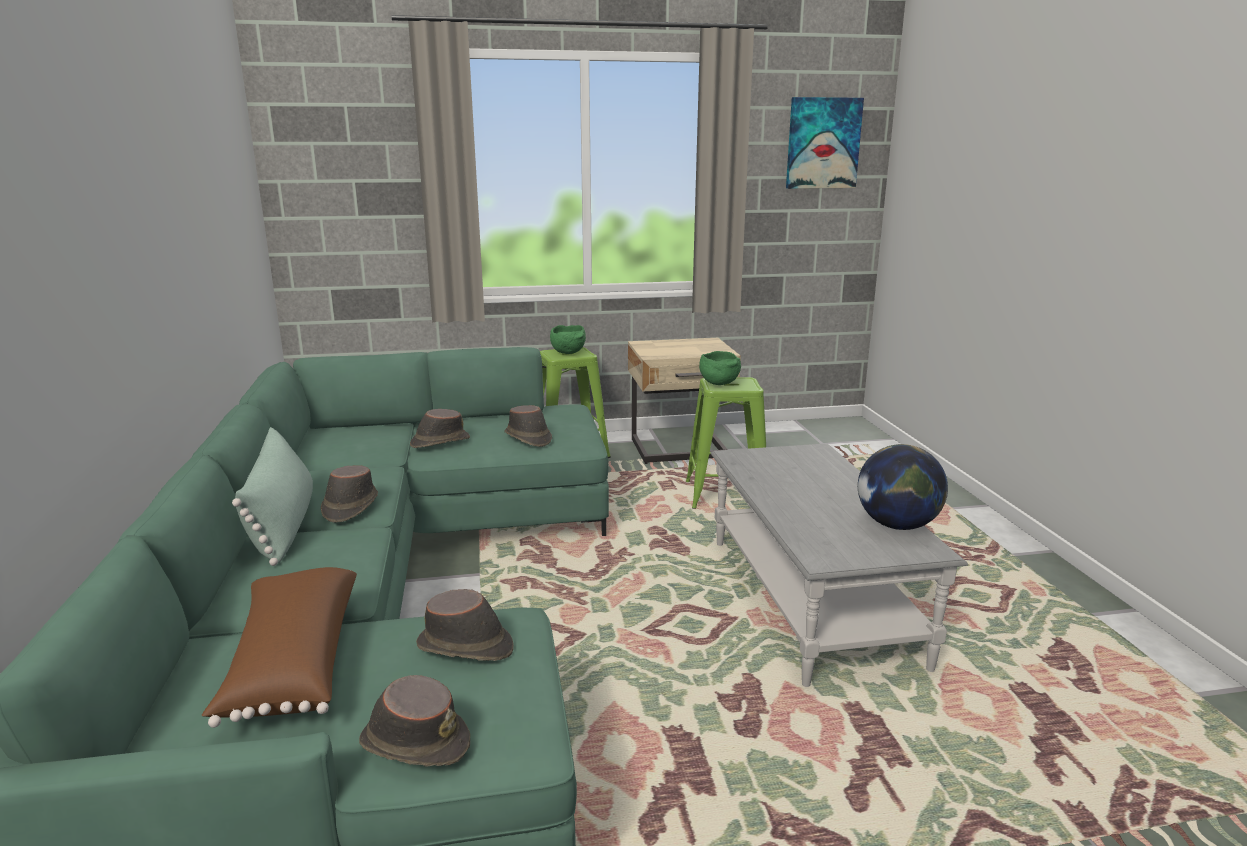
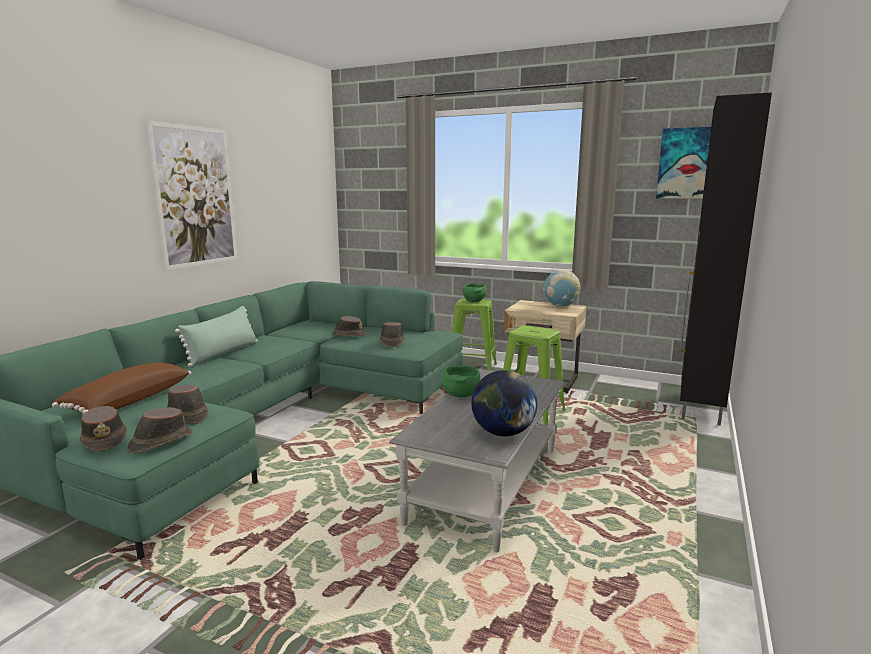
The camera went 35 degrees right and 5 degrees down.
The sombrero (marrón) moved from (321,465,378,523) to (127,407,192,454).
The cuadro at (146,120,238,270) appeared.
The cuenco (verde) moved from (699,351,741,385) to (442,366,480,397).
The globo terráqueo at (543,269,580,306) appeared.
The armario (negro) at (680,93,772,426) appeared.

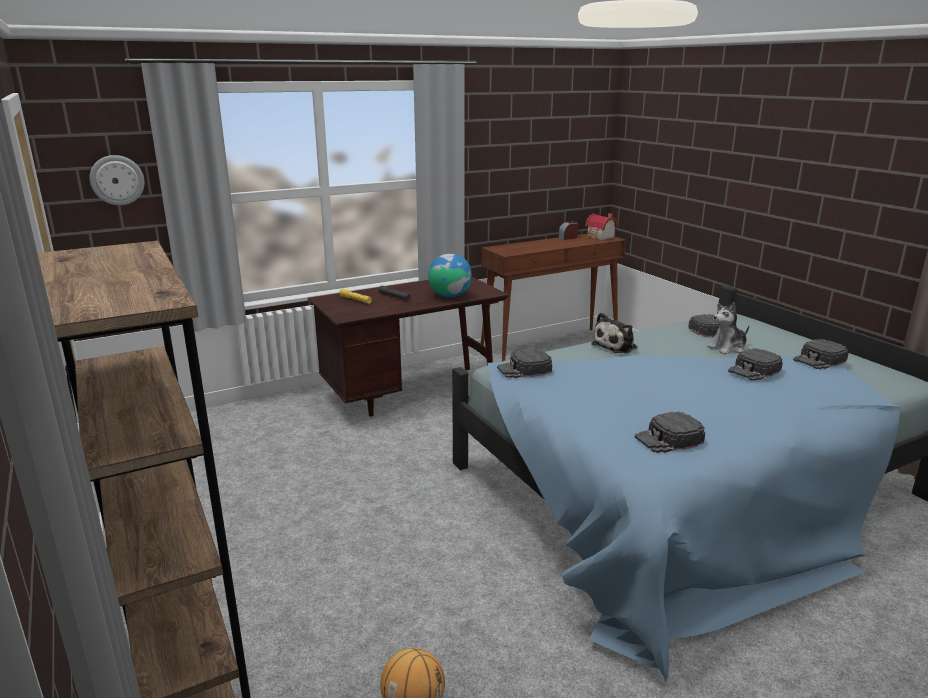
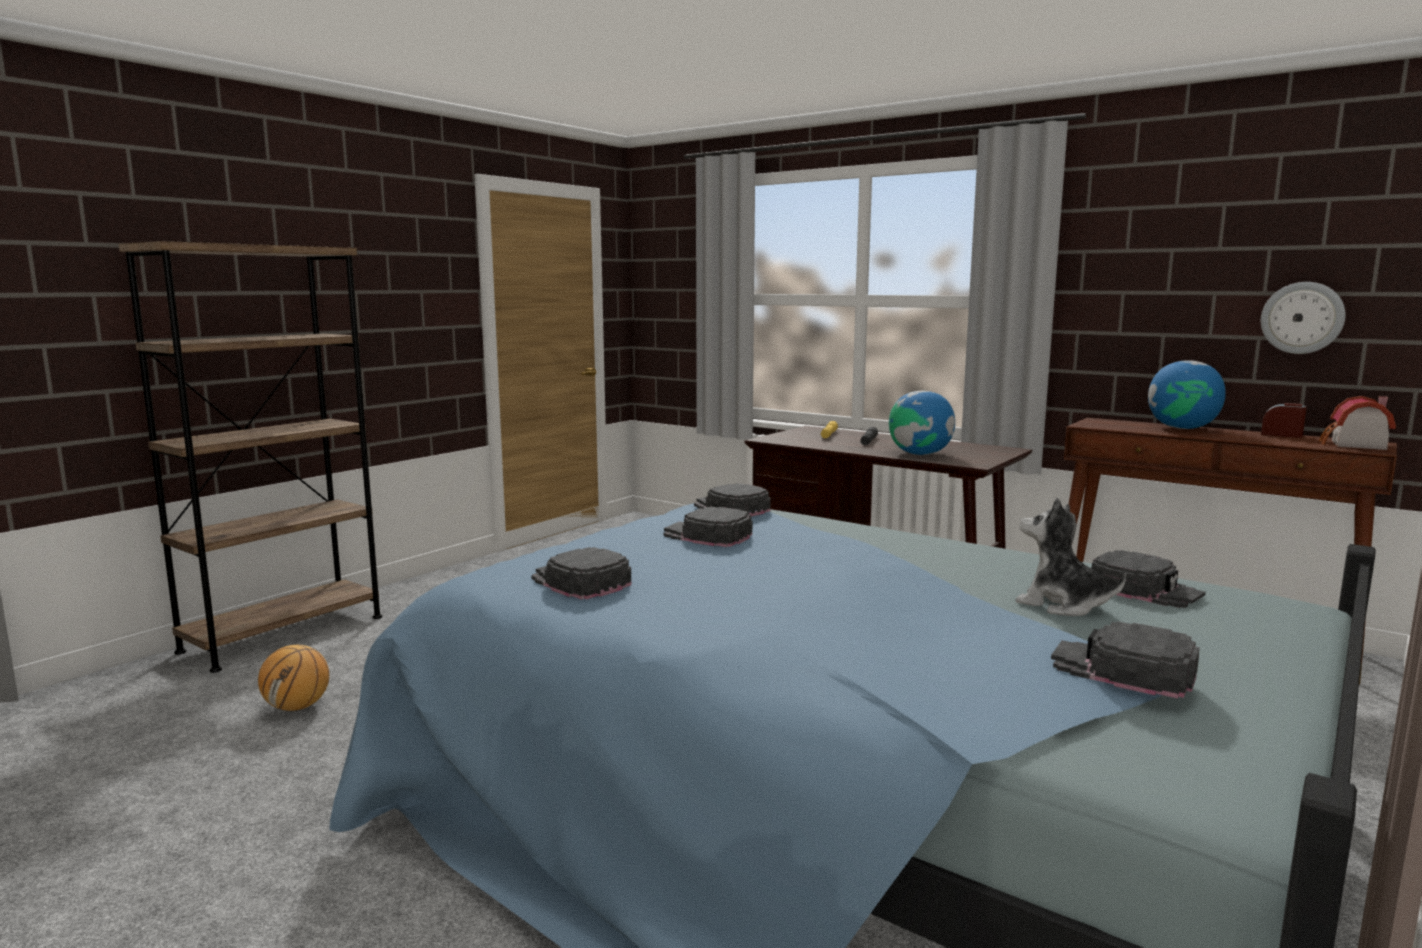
The camera went 65 degrees right and 10 degrees down.
The gorra (negro) moved from (728,348,783,381) to (663,507,752,547).
The globo terráqueo at (1148,360,1226,429) appeared.
The reloj de pared moved from (90,155,145,205) to (1261,282,1346,354).
The peluche at (591,313,638,354) disappeared.

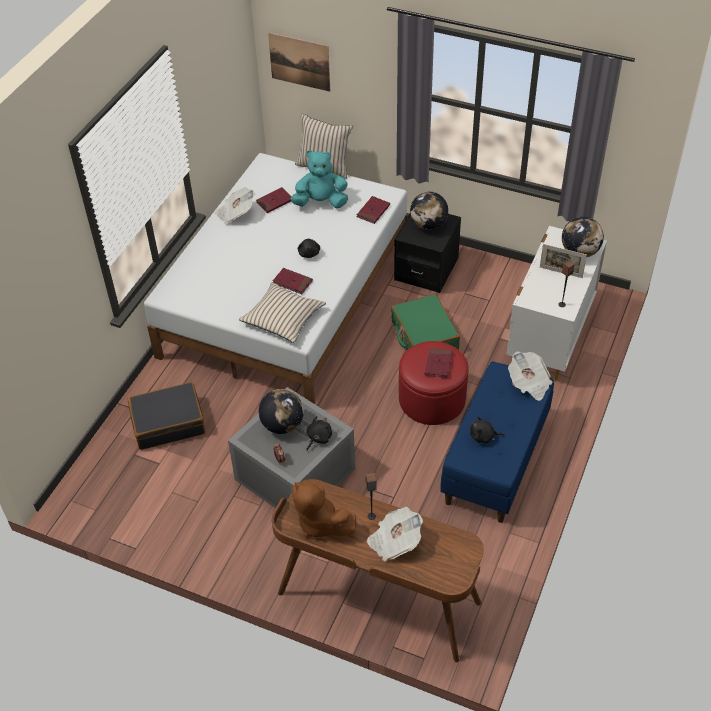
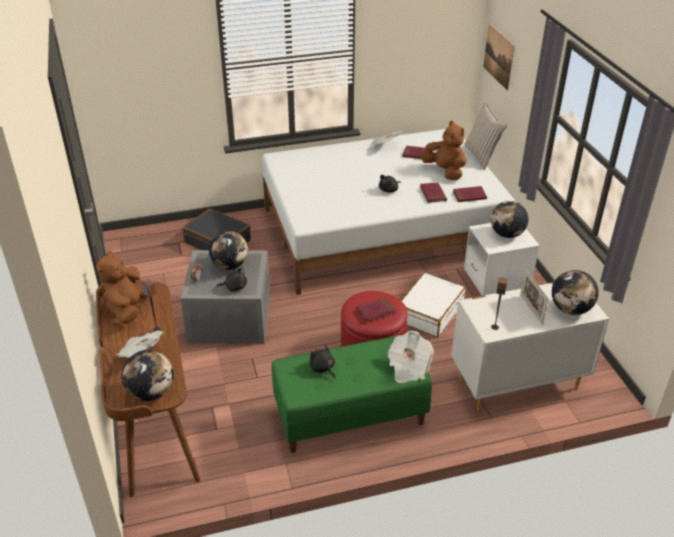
The camera went 50 degrees right and 10 degrees down.
The globo terráqueo at (121,350,174,401) appeared.
The banco (azul) at (440,361,554,523) became the banco (verde) at (271,336,432,453).
The maleta (verde) at (391,294,460,350) became the maleta (blanco) at (401,273,465,337).
The peluche (turquesa) at (291,150,348,208) became the peluche (marrón) at (420,121,467,180).
The libro (rojo) moved from (273,268,313,294) to (420,182,447,203).
The mesita de noche (negro) at (394,214,461,293) became the mesita de noche (blanco) at (464,223,540,296).
The cojín (beis) at (239,282,326,343) disappeared.

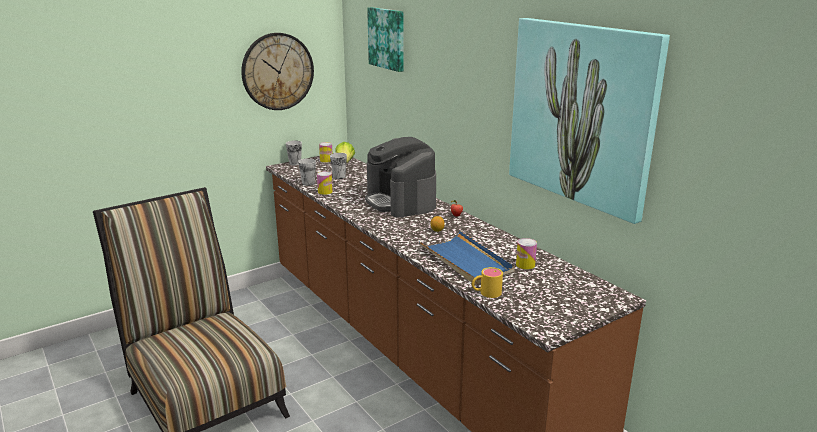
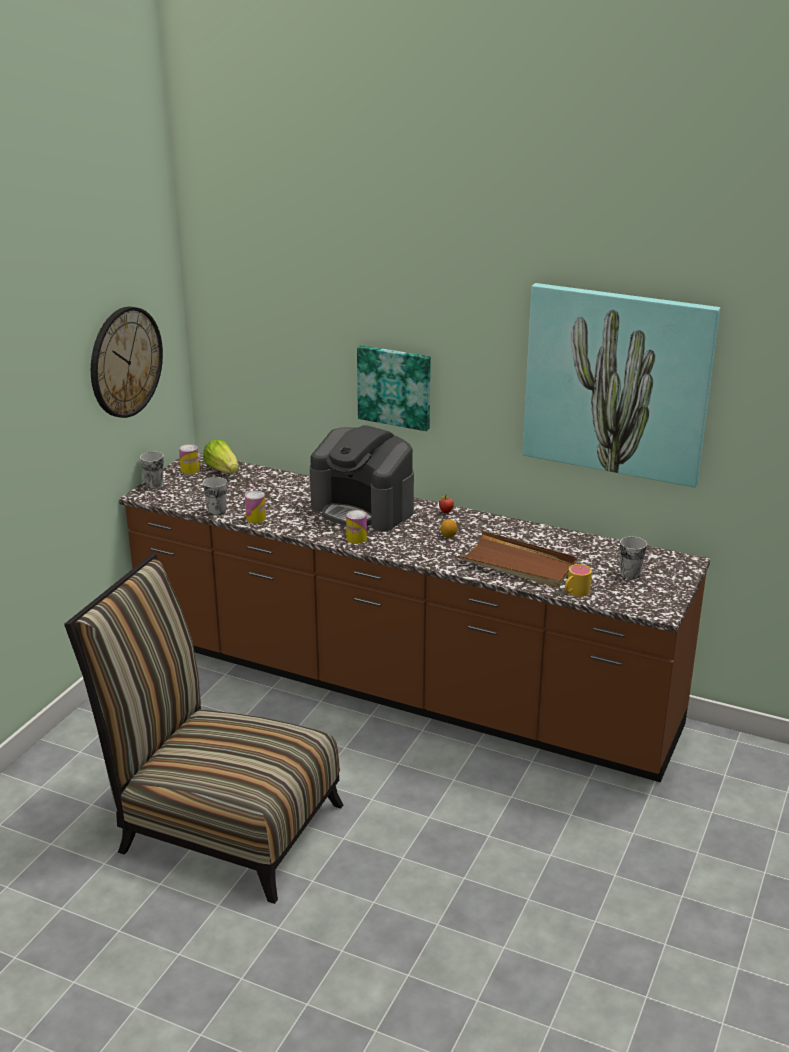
The camera went 30 degrees left and 5 degrees up.
The lata moved from (516,238,537,270) to (346,510,367,544).
The cuadro moved from (367,7,404,72) to (357,345,431,431).
The bandeja (azul) at (419,231,515,285) became the bandeja (marrón) at (458,531,578,588).
The taza moved from (330,153,347,179) to (620,537,647,579).

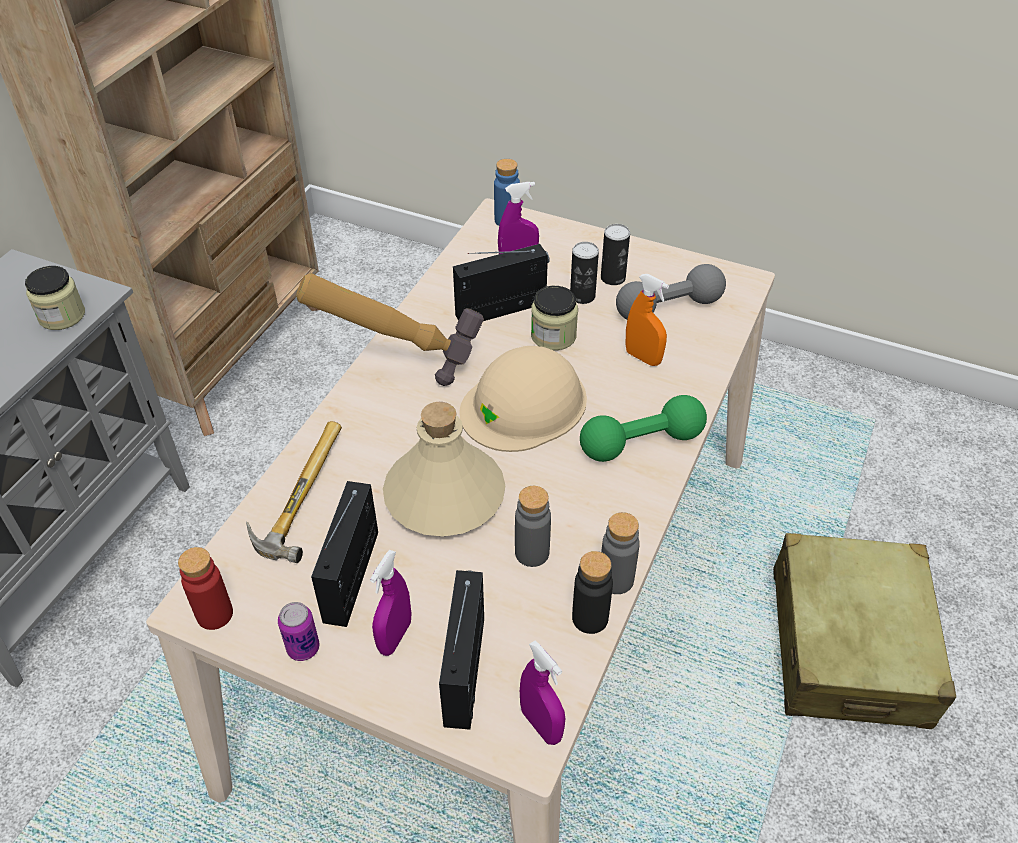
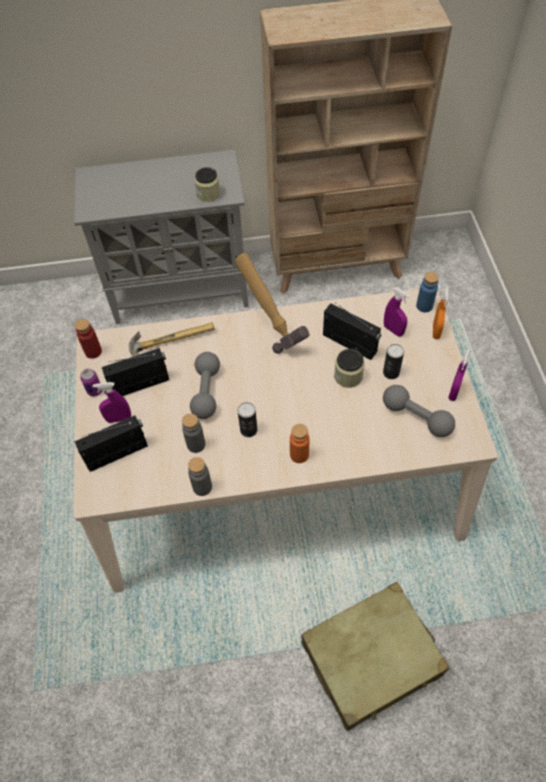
The camera went 60 degrees right and 10 degrees up.
The botella (beis) at (383,402,505,537) was replaced by the mancuerna (gris) at (190,352,220,419).
The lata moved from (601,224,630,285) to (238,402,257,437).
The mancuerna (verde) at (580,395,707,462) was replaced by the botella (naranja) at (290,424,309,463).
The pulverizador (naranja) moved from (626,274,669,366) to (433,287,449,339).
The pulverizador (morado) moved from (520,640,565,745) to (448,349,470,401).
The casco (beis) at (459,346,587,452) disappeared.
The botella (negro) at (572,551,613,634) disappeared.

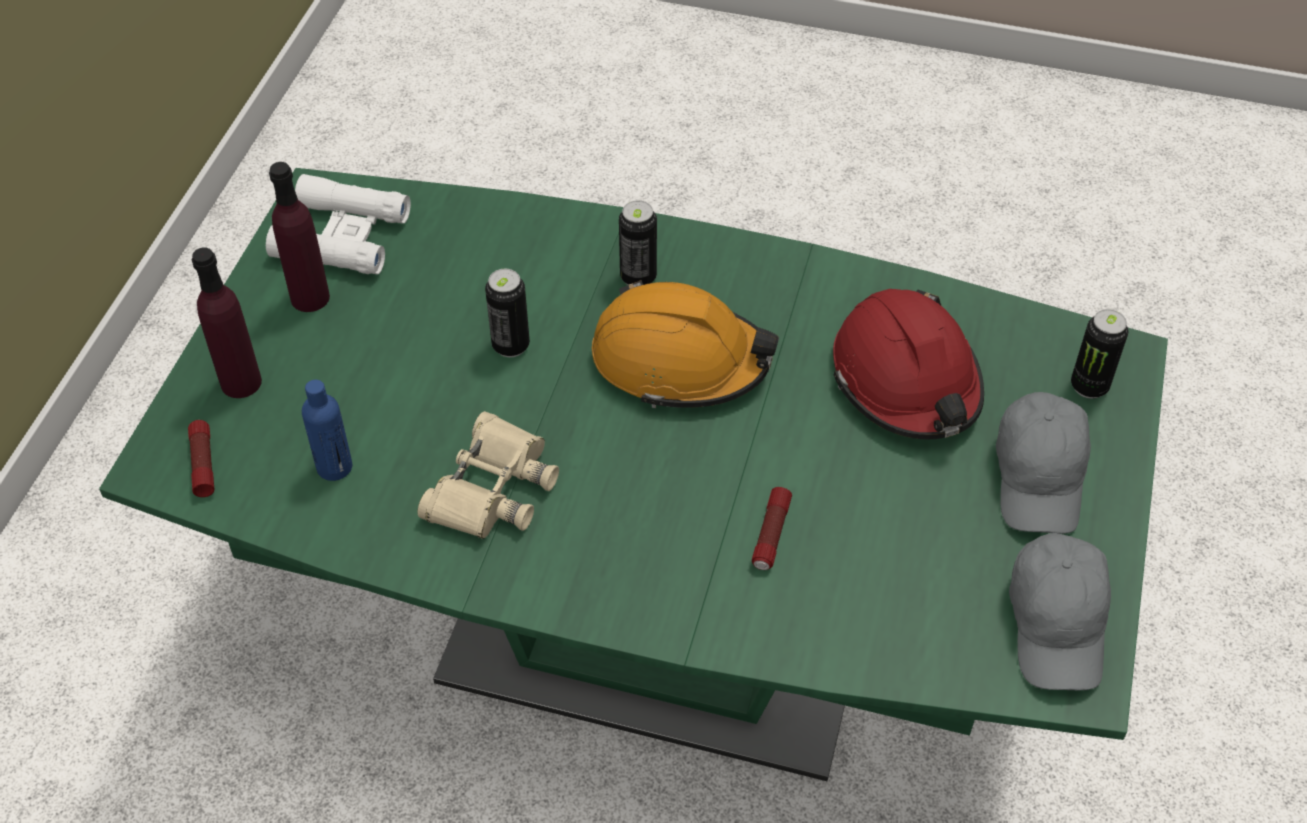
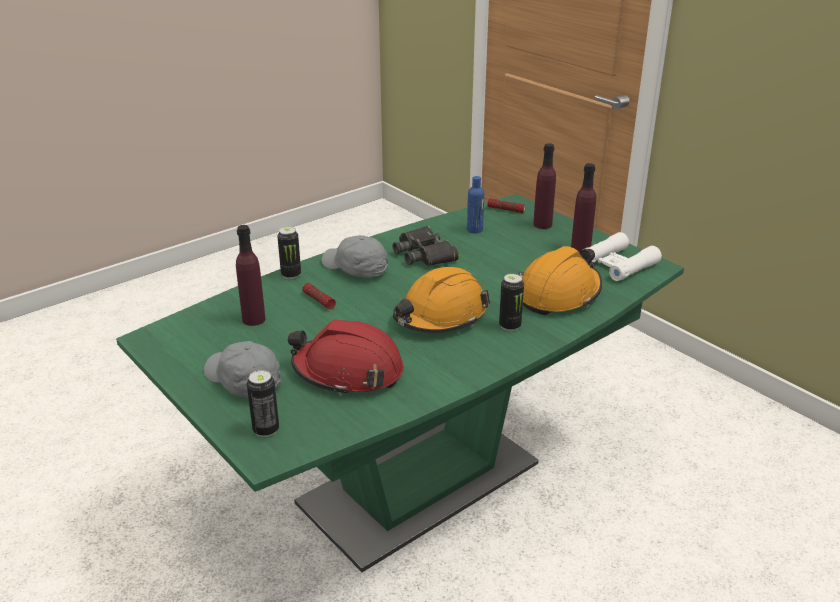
The camera went 125 degrees right and 20 degrees down.
The botella (morado) at (236,225,266,326) appeared.
The lata moved from (485,269,530,357) to (277,227,301,279).
The gorra (gris) moved from (1009,533,1111,690) to (322,235,388,277).
The prismáticos (beis) at (417,411,559,539) became the prismáticos (negro) at (393,226,459,266).
The casco (naranja) at (518,246,602,315) appeared.

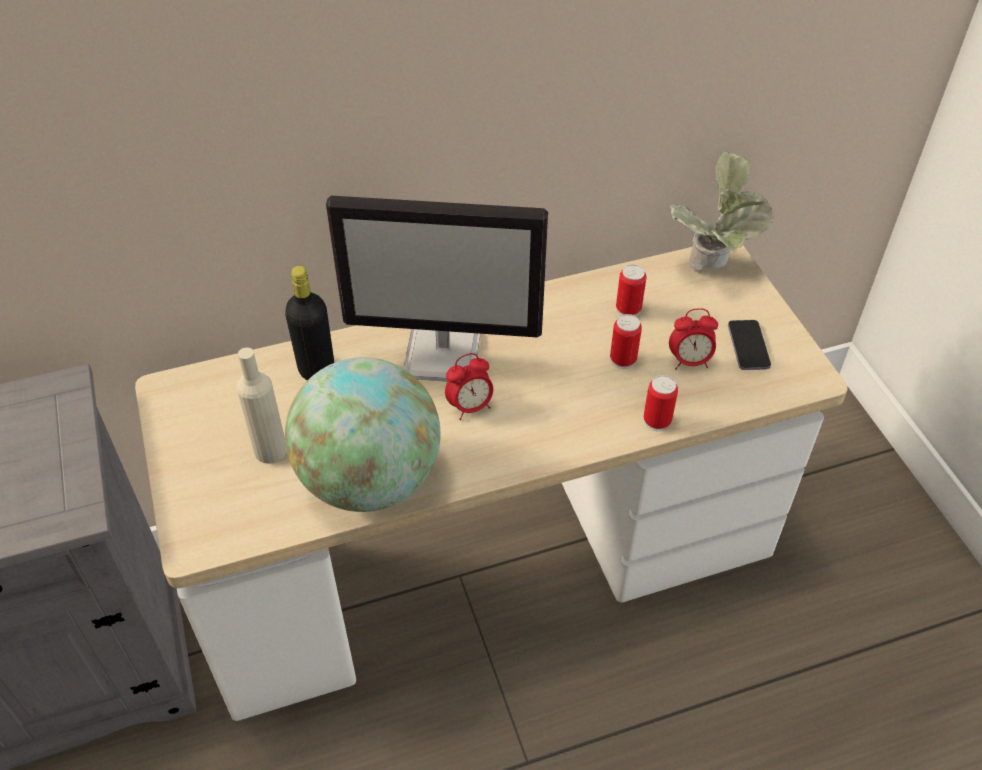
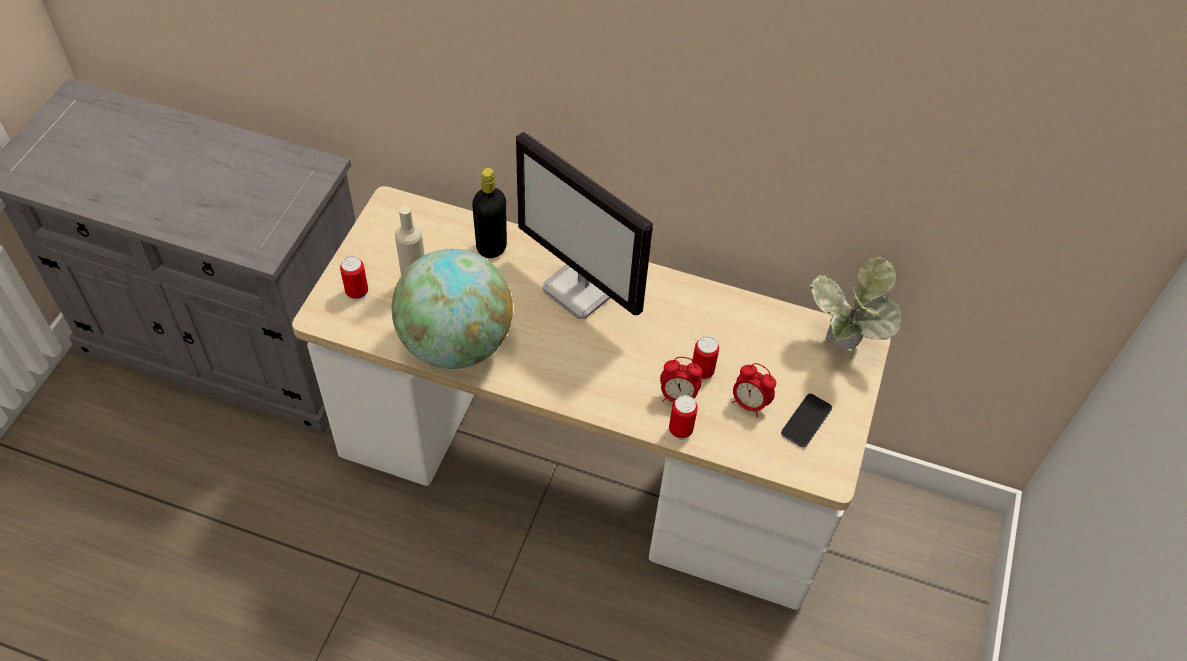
The camera went 35 degrees right and 5 degrees up.
The lata moved from (616,264,646,316) to (340,256,368,300).
The despertador moved from (445,353,493,420) to (660,357,702,402).

